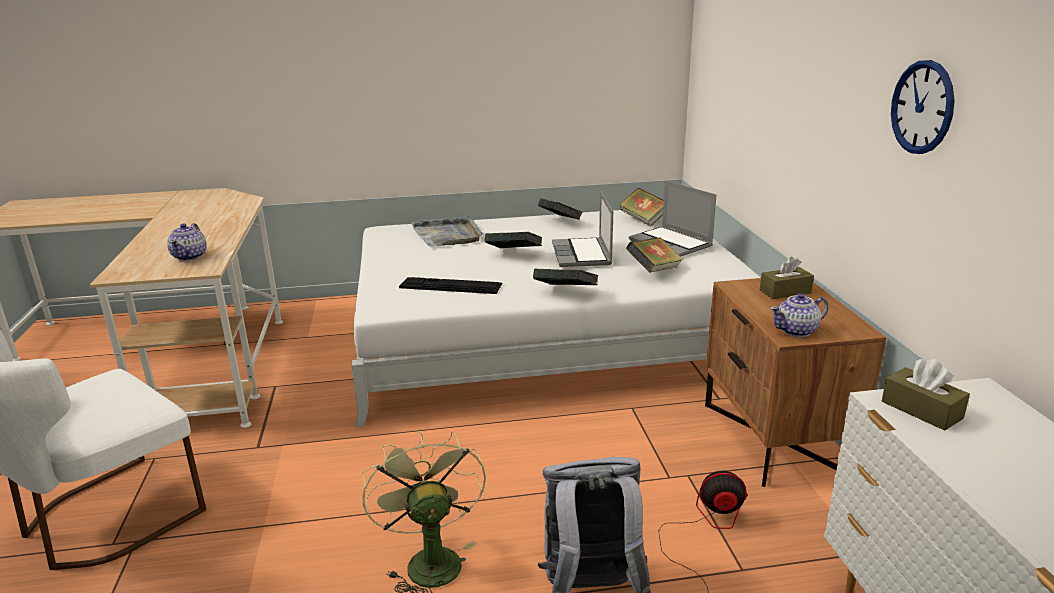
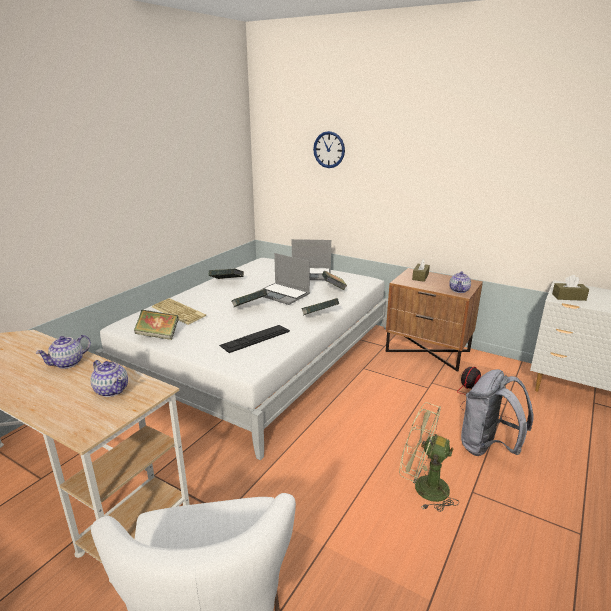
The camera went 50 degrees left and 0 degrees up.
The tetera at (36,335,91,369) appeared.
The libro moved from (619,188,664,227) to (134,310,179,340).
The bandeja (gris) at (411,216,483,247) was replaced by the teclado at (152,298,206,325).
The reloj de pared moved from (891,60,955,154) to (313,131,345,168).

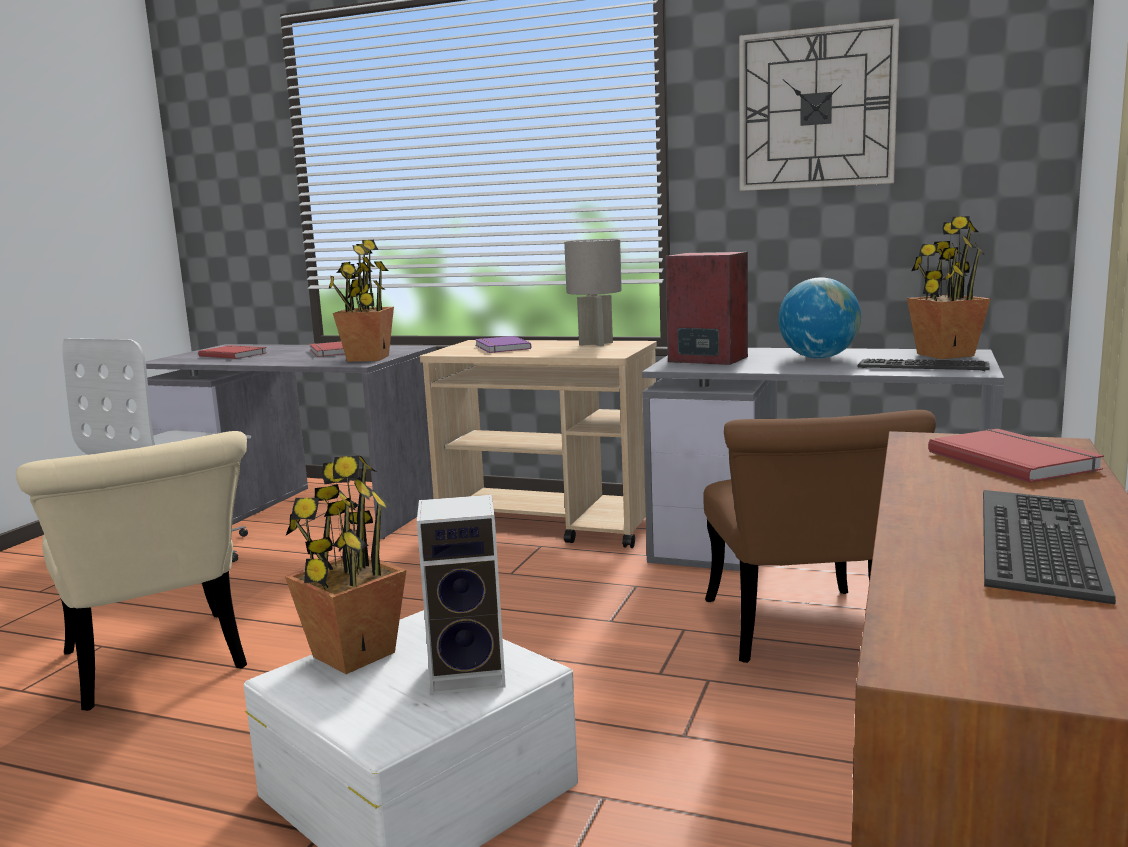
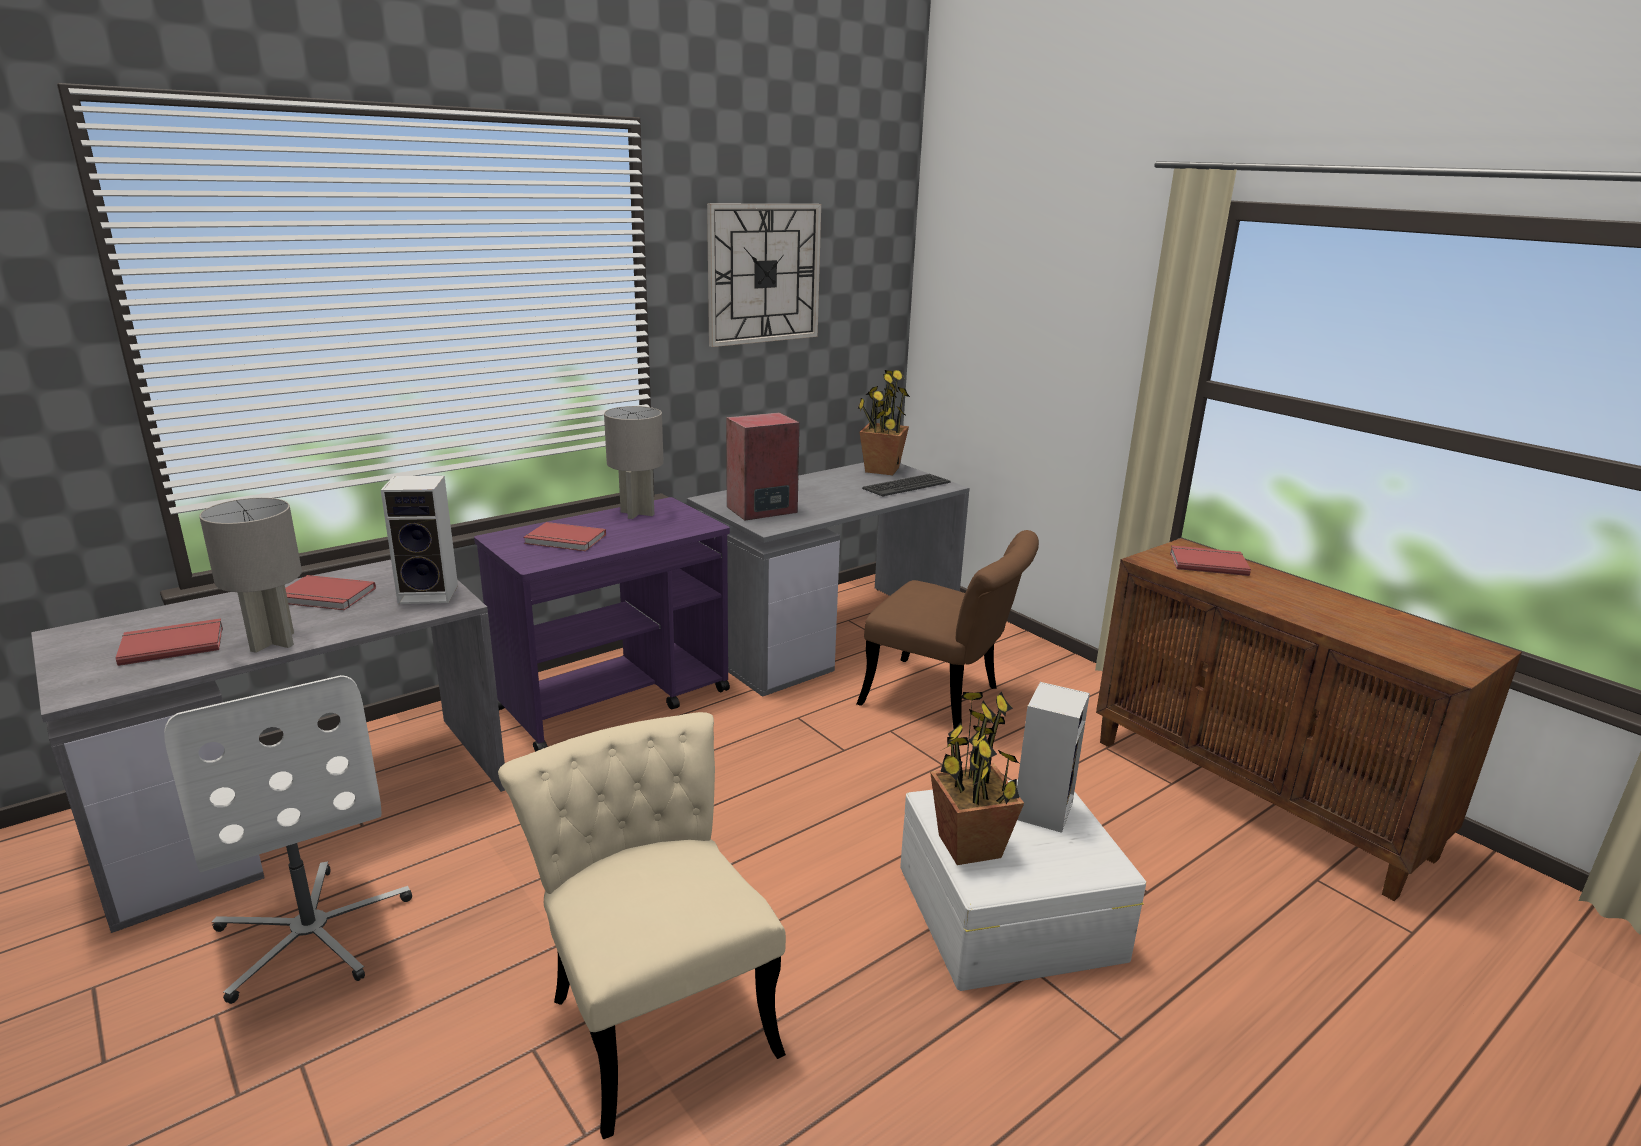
The camera went 60 degrees left and 10 degrees up.
The lámpara de mesa (gris) at (199,498,302,653) appeared.
The planta en maceta at (328,240,394,362) was replaced by the altavoz at (381,476,458,604).
The carrito (beis) at (420,340,657,548) became the carrito (morado) at (474,497,730,752).
The silla (beis) at (16,431,247,711) turned 120 degrees counterclockwise.
The libro (morado) at (475,336,531,353) became the libro (rojo) at (523,522,606,551).
The globo terráqueo at (778,278,861,359) disappeared.
The teclado at (983,490,1116,604) disappeared.

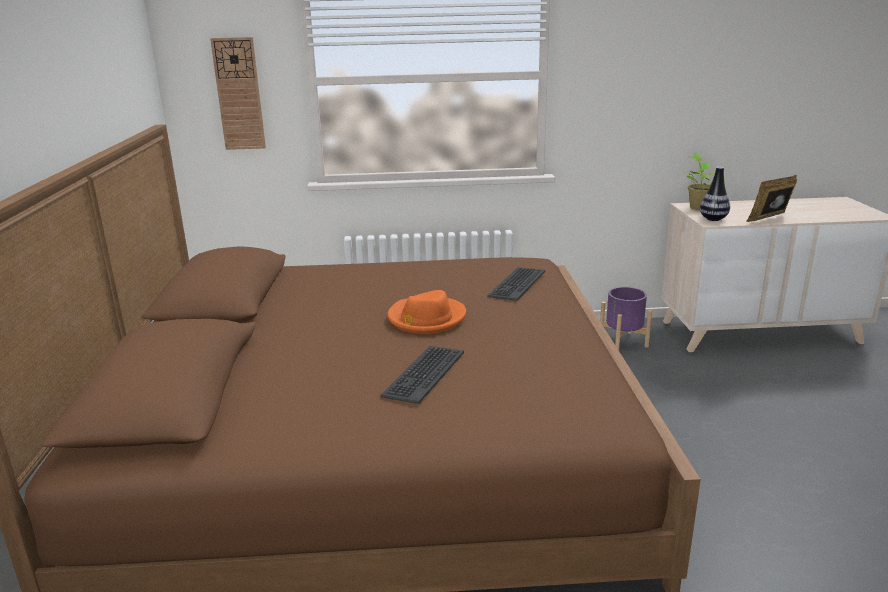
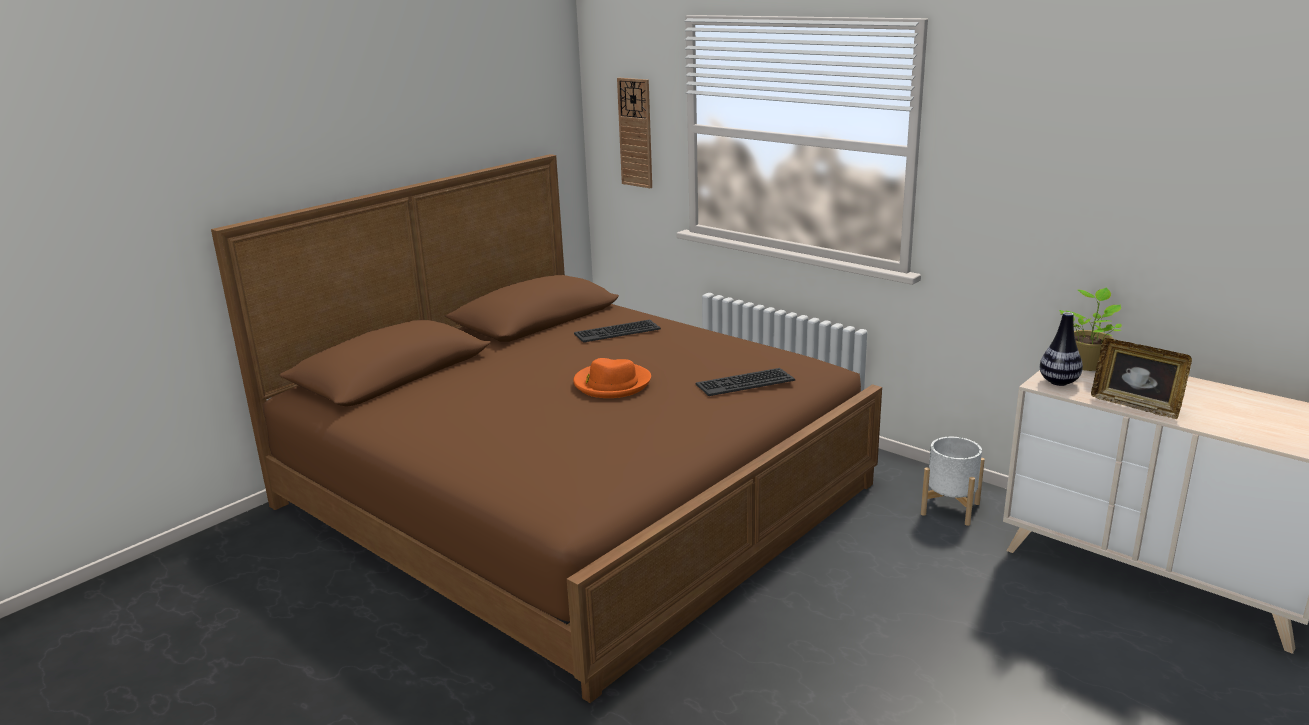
The camera went 45 degrees right and 0 degrees up.
The teclado moved from (381,346,464,404) to (574,320,661,343).
The maceta (morado) at (600,287,652,350) became the maceta (blanco) at (921,437,985,526).
The portarretratos at (747,175,797,222) turned 150 degrees counterclockwise.

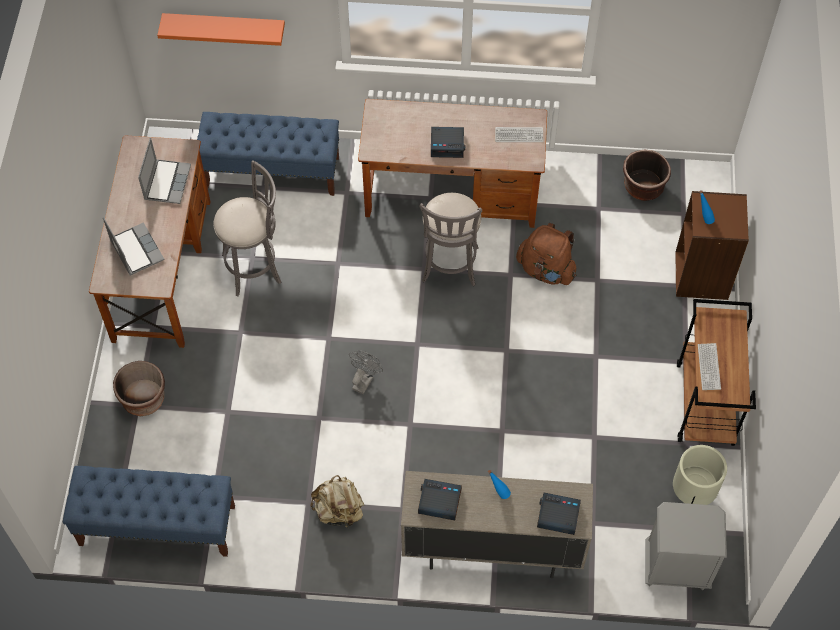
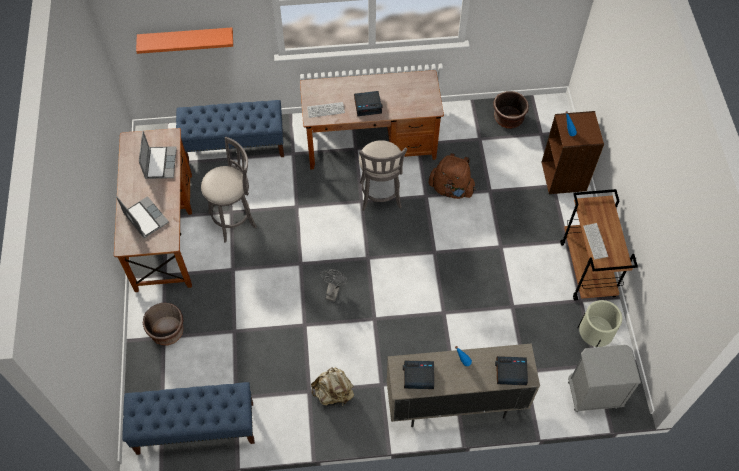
The camera went 10 degrees left and 0 degrees up.
The teclado moved from (495,127,543,142) to (307,102,345,118).

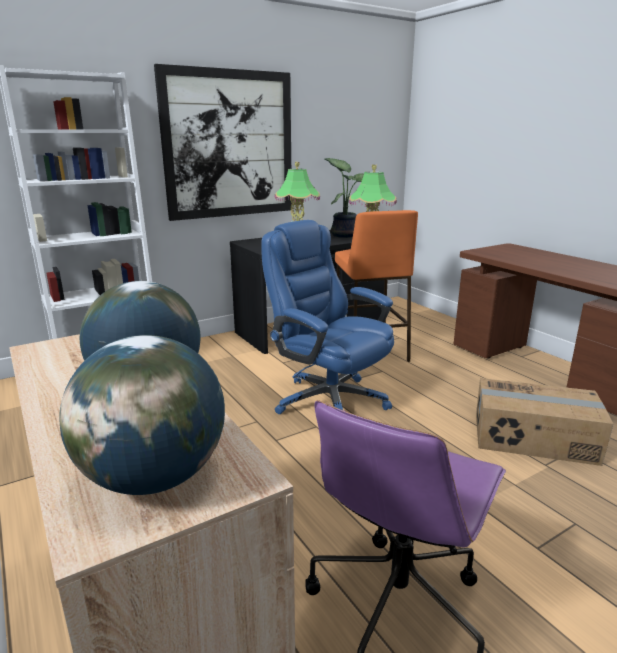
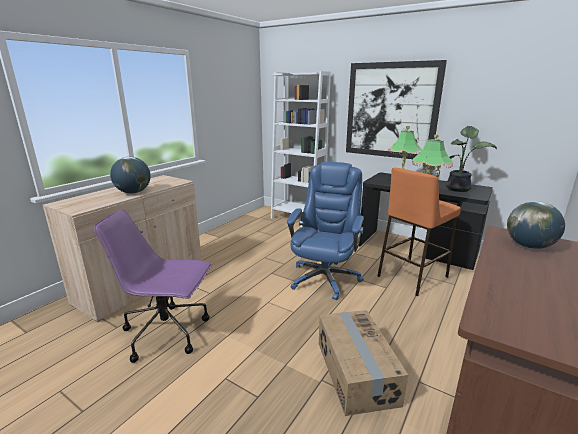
The camera went 65 degrees right and 0 degrees up.
The globo terráqueo moved from (59,335,225,495) to (507,201,565,249).

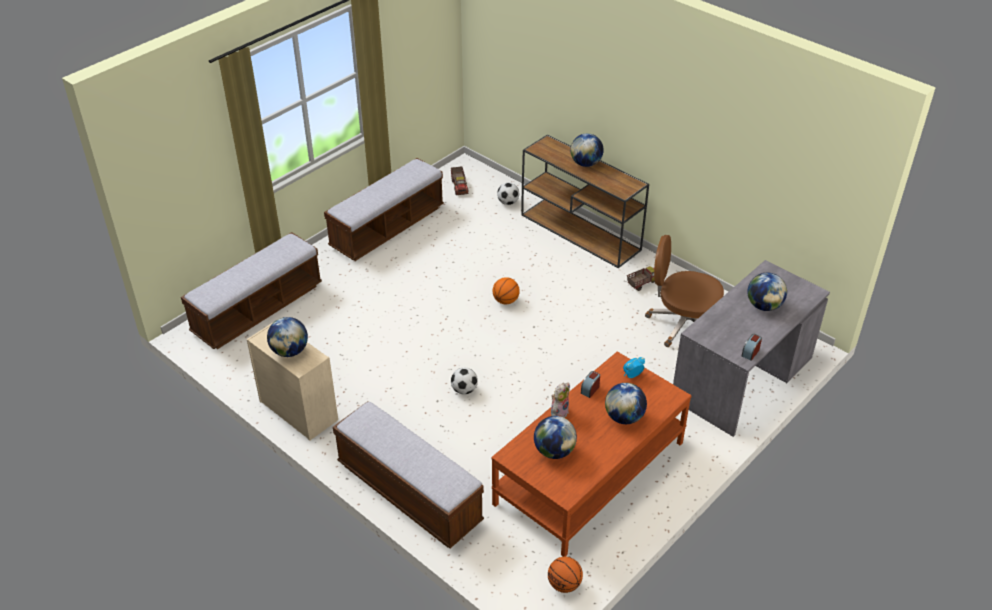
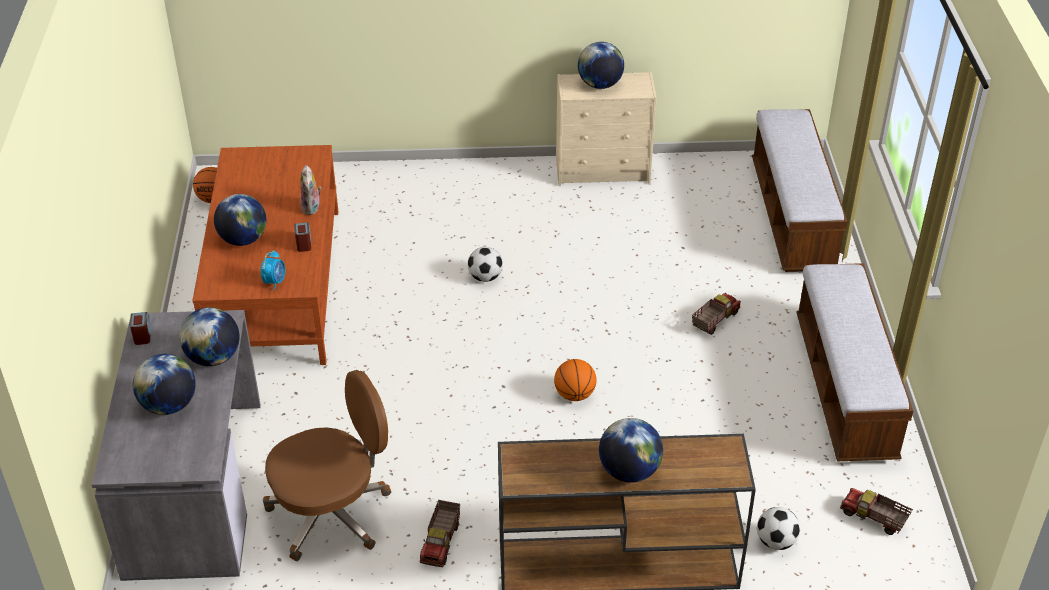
The camera went 135 degrees right and 0 degrees up.
The globo terráqueo moved from (534,416,577,459) to (179,307,240,366).
The camión de juguete at (692,293,741,335) appeared.
The banco at (333,401,484,548) disappeared.

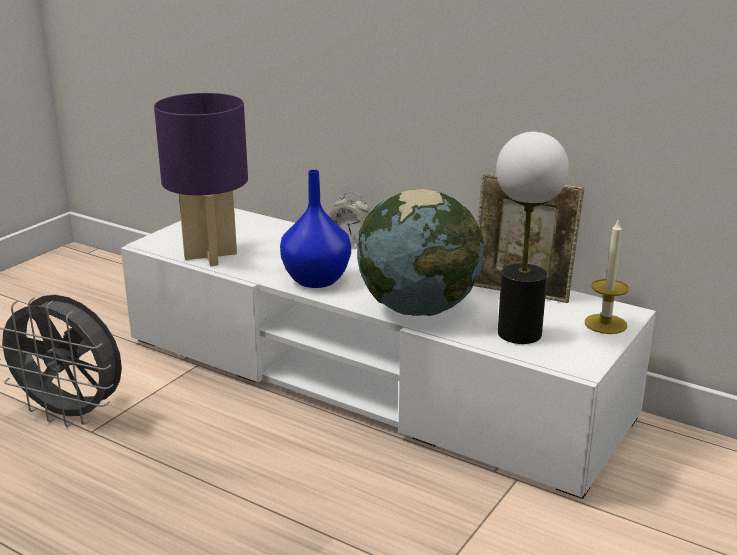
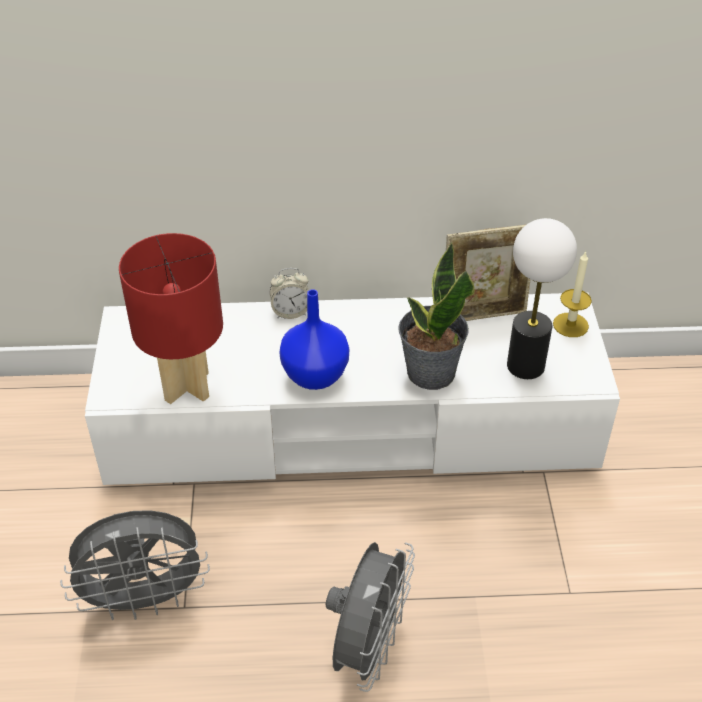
The camera went 35 degrees left and 20 degrees up.
The lámpara de mesa (morado) at (154,93,248,266) became the lámpara de mesa (rojo) at (119,233,223,404).
The ventilador (gris) at (326,542,415,692) appeared.
The globo terráqueo at (357,189,484,316) was replaced by the planta en maceta at (398,242,475,390).

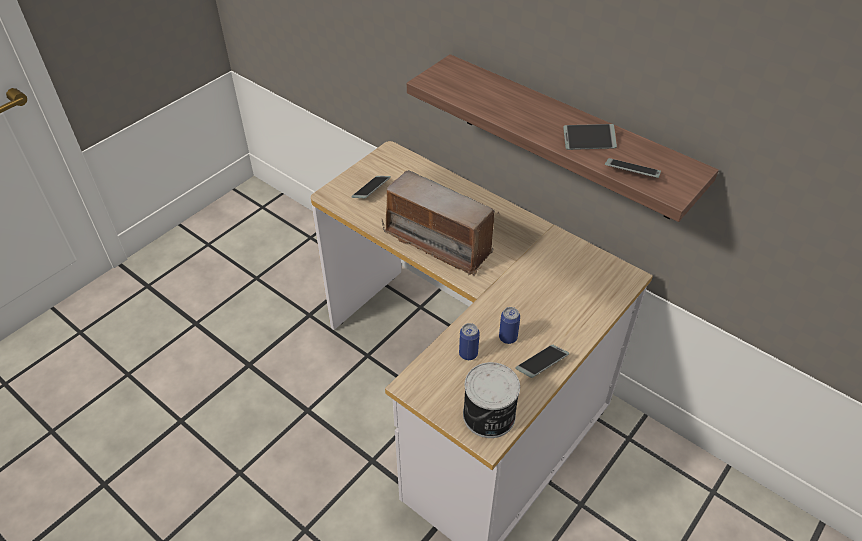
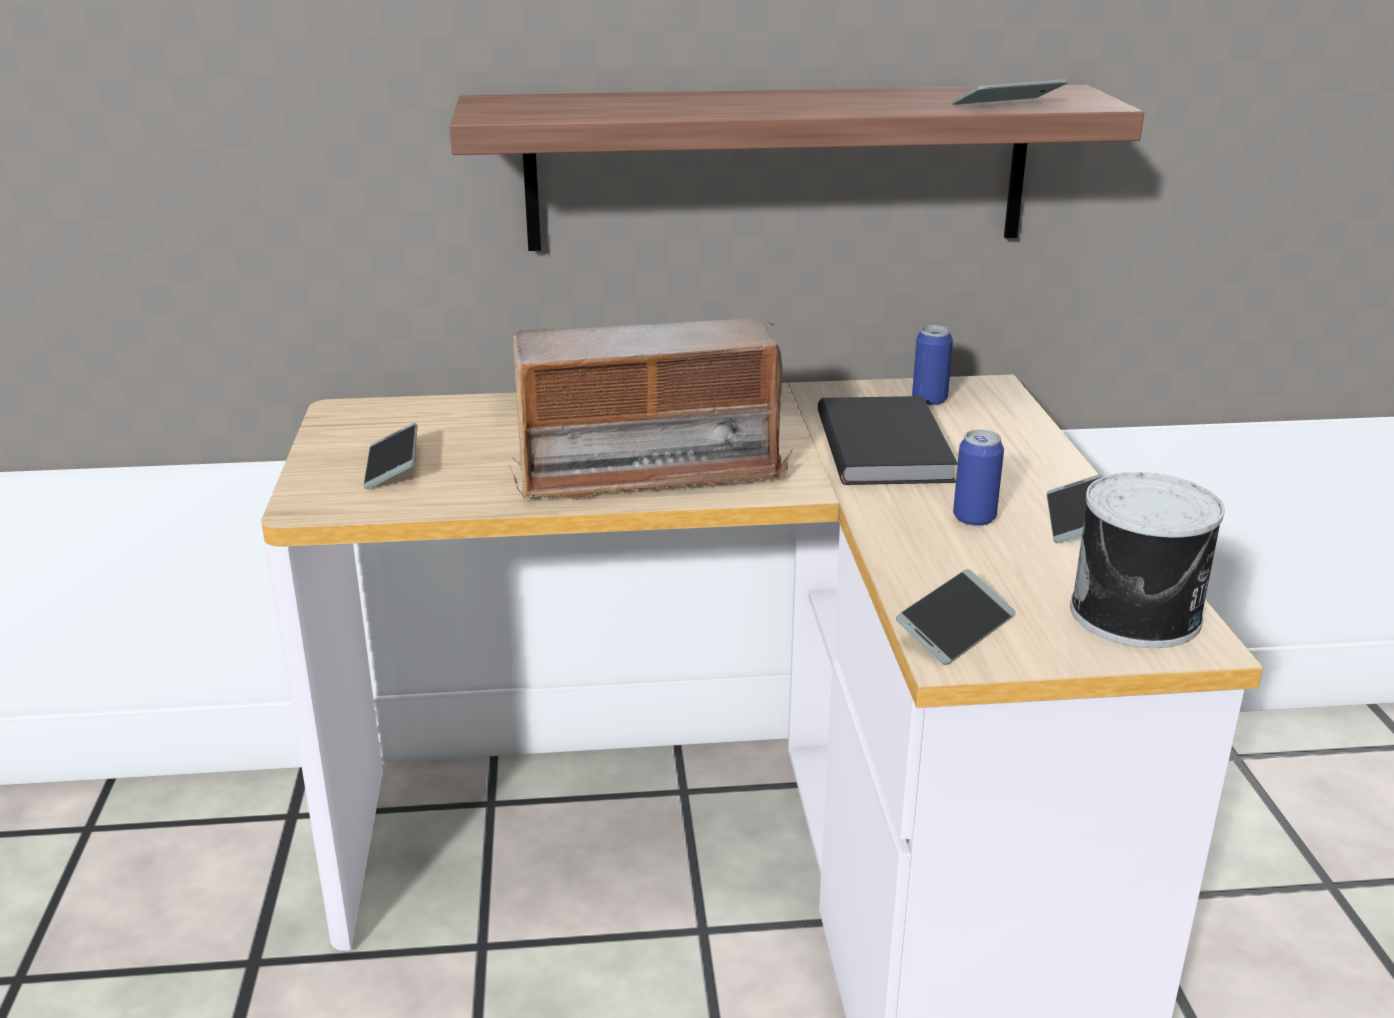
The camera went 45 degrees left and 20 degrees down.
The libro (negro) at (818,396,958,485) appeared.
The móvil moved from (563,124,617,150) to (896,569,1015,665).
The lata moved from (459,323,480,360) to (912,325,953,405).

